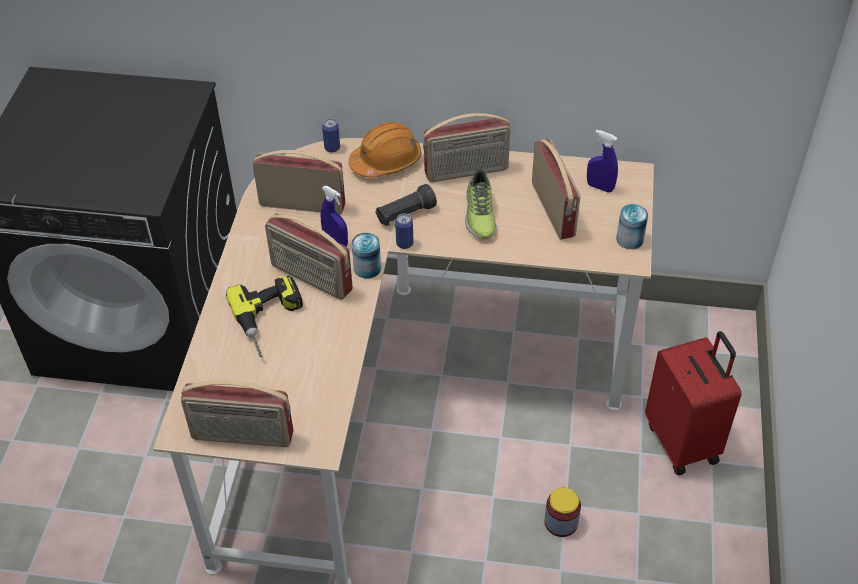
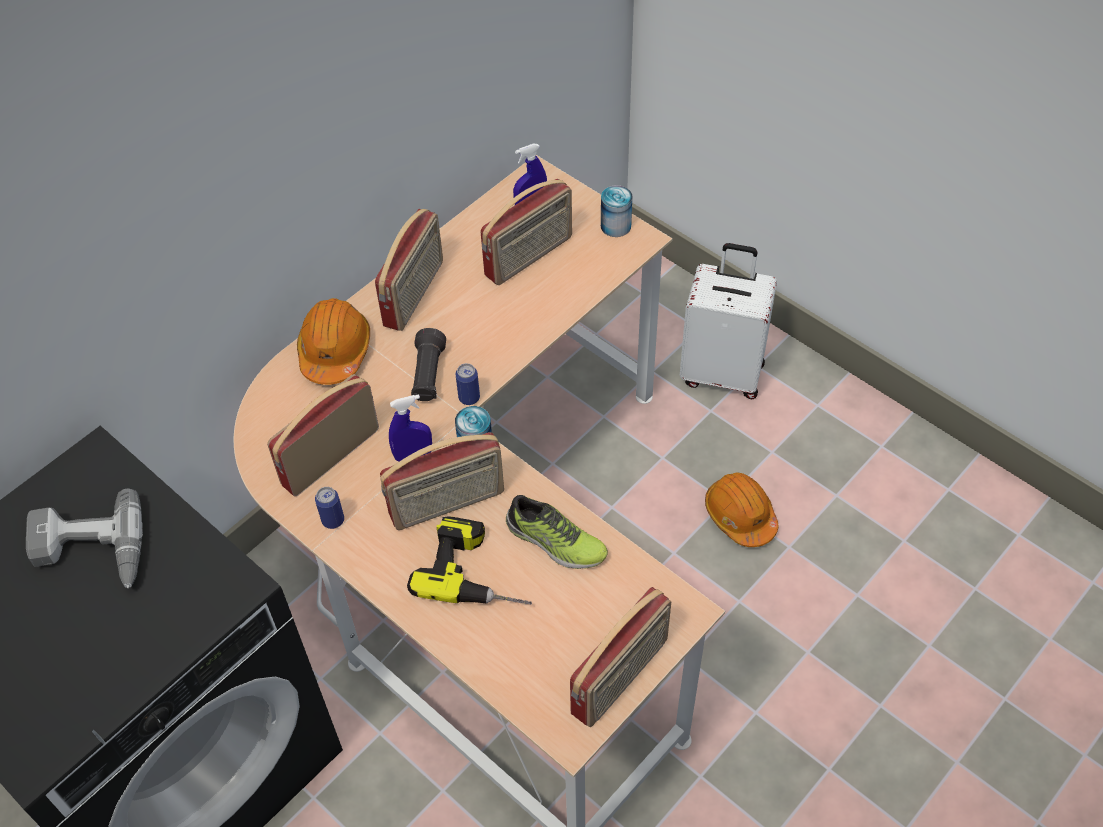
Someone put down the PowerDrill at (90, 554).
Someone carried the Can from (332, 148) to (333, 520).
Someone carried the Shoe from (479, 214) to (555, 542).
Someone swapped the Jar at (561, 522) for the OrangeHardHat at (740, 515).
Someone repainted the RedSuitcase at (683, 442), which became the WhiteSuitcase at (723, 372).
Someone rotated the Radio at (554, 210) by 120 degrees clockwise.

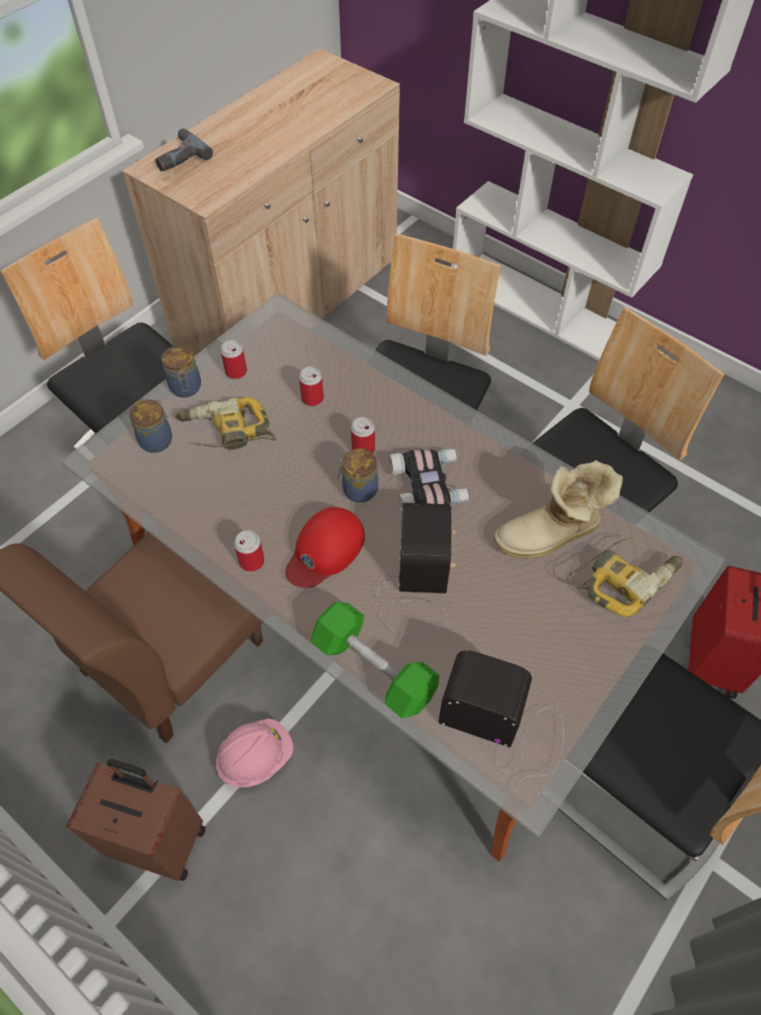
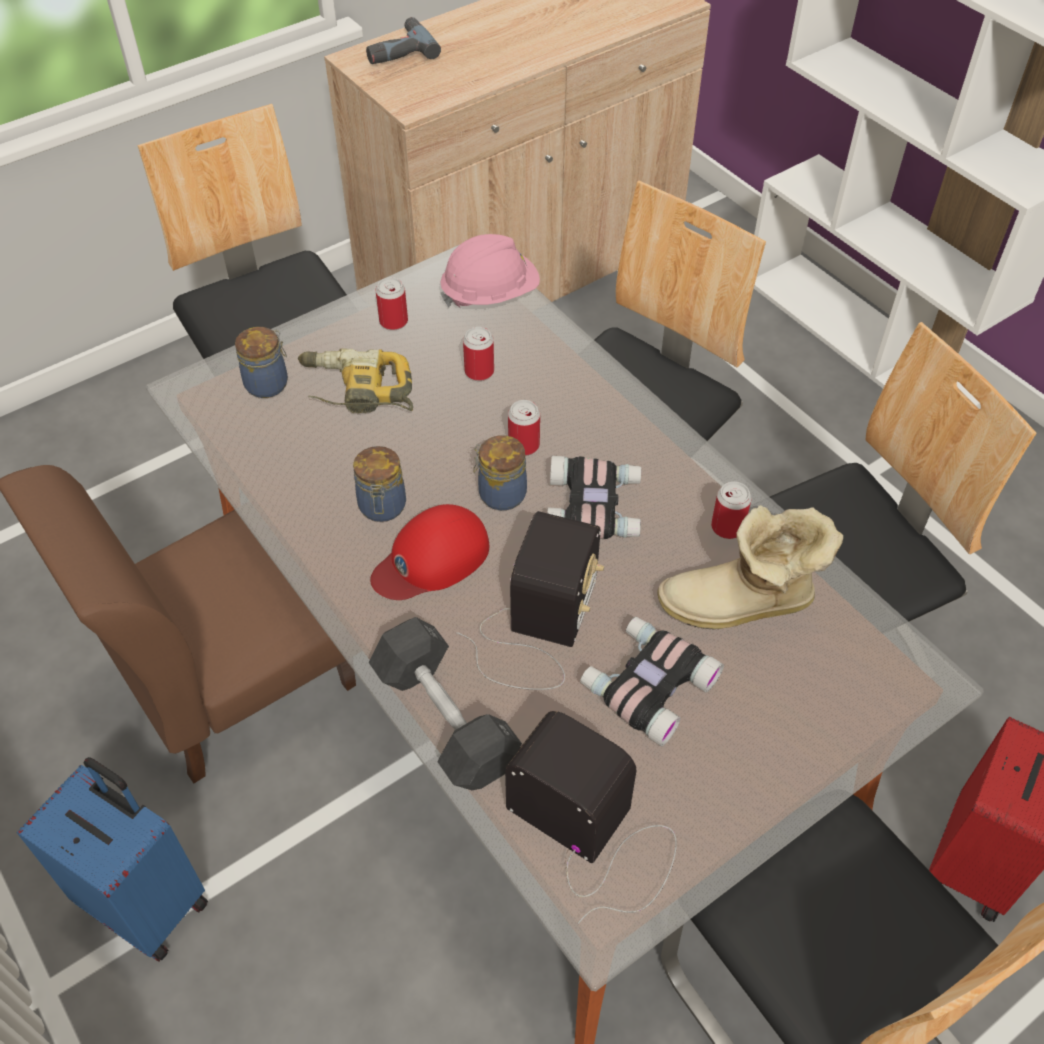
Someone took away the PowerDrill at (624, 577).
Someone put down the Binoculars at (647, 684).
Someone carried the Jar from (186, 388) to (382, 508).
Someone carried the PinkHardHat from (256, 757) to (490, 294).
Someone carried the Can from (252, 561) to (727, 527).
Someone repainted the BrownSuitcase at (159, 839), which became the BlueSuitcase at (147, 901).
Someone repainted the GreenDumbbell at (374, 668), which became the GreyDumbbell at (445, 718).

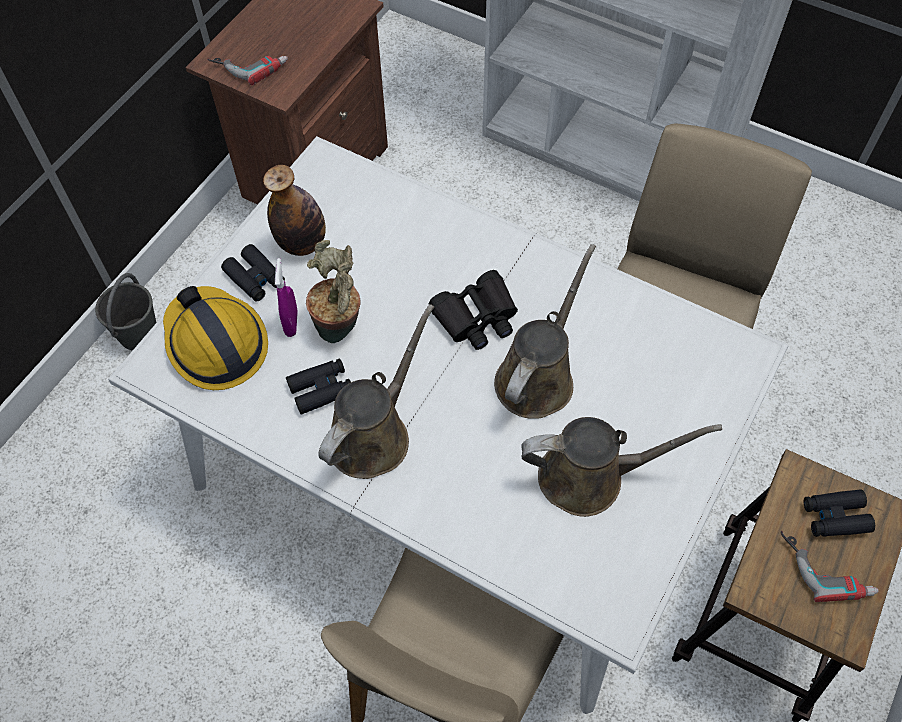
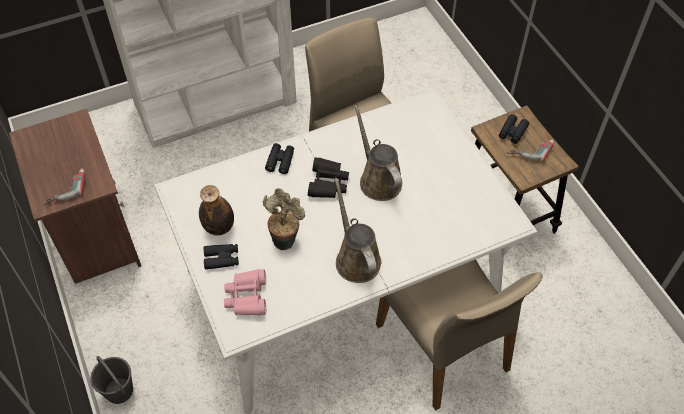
Someone took away the PurpleSprayBottle at (291, 323).
Someone took away the BrownWateringCan at (590, 477).
Someone carried the BlackBinoculars from (321, 389) to (280, 161).
Someone swapped the HardHat at (216, 344) for the PinkBinoculars at (247, 297).

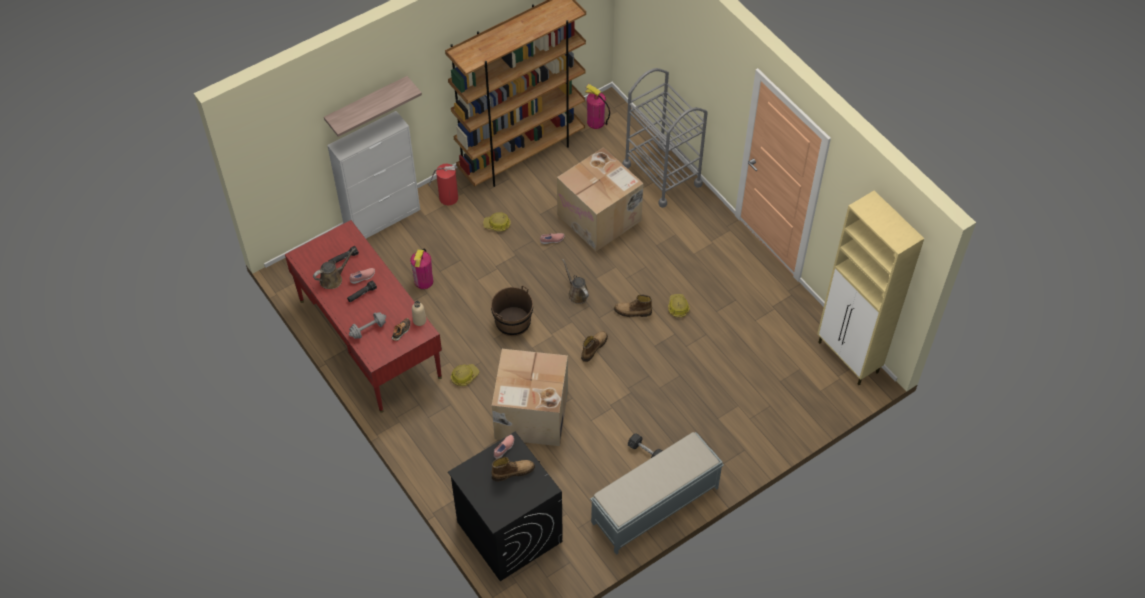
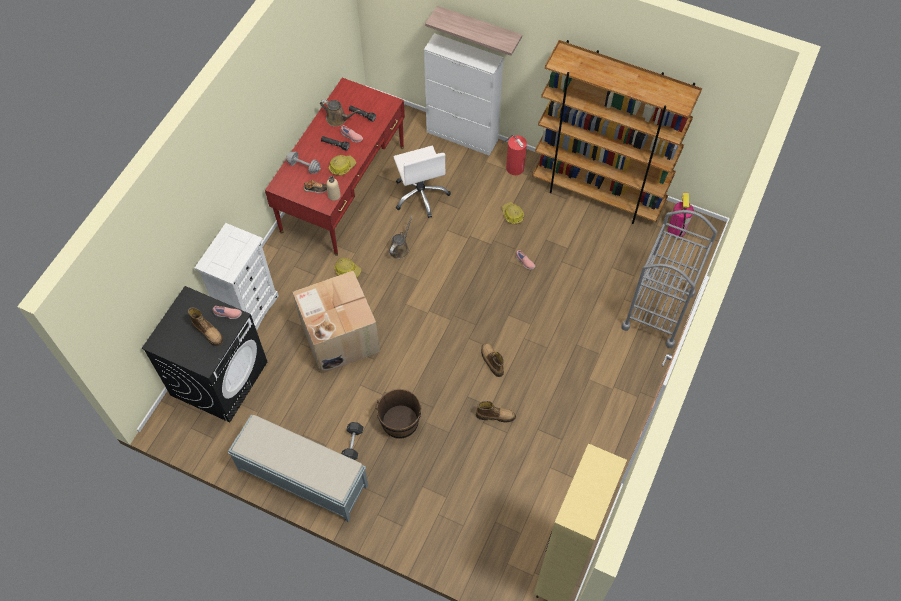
Someone took away the CardboardBox at (600, 218).
Someone put down the WhiteDresser at (248, 308).
Someone carried the BrownBucket from (512, 322) to (400, 422).
Someone carried the BrownWateringCan from (577, 293) to (400, 248).
Someone carried the Boot from (593, 347) to (495, 415).
Someone carried the HardHat from (678, 307) to (342, 167).
Someone swapped the FireExtinguisher at (424, 281) for the WhiteOfficeChair at (421, 195).

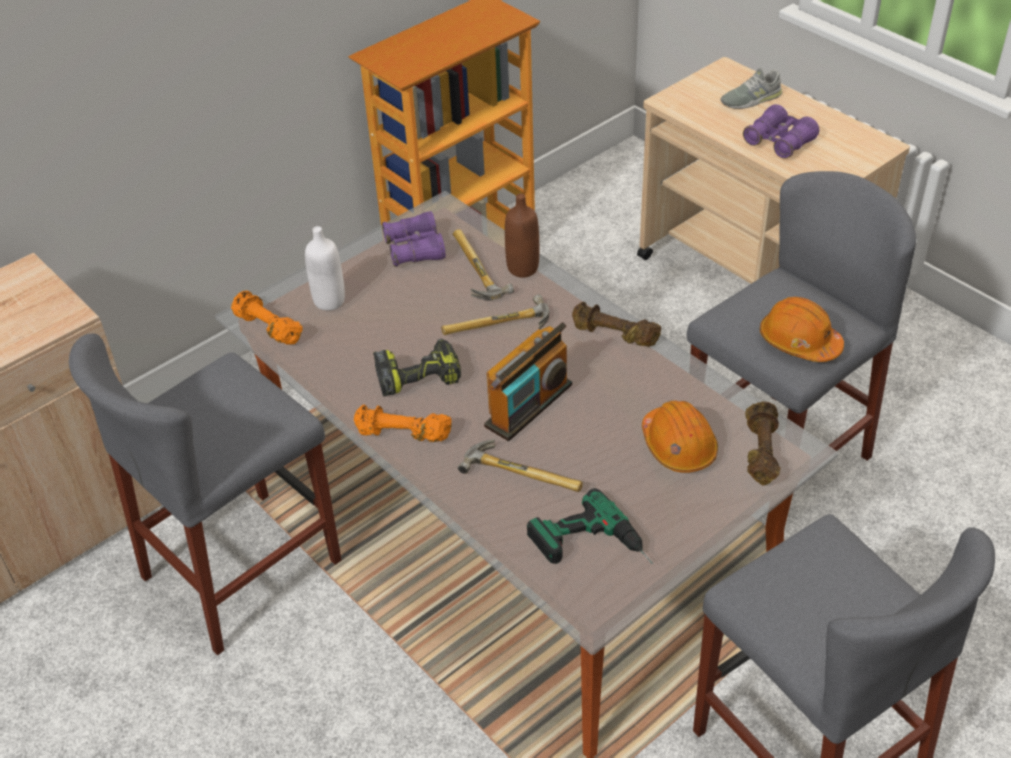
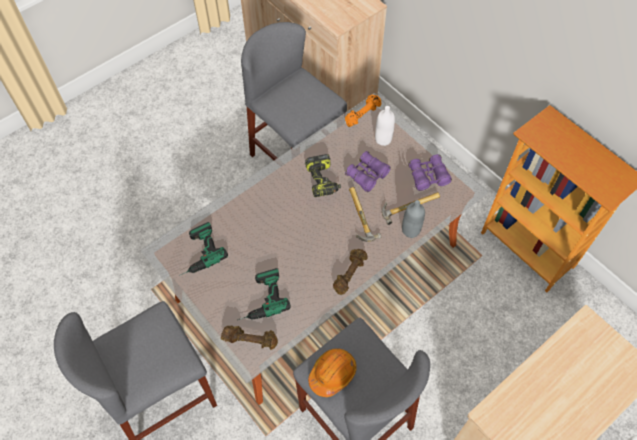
Someone took away the OrangeDumbbell at (402, 435).
Someone took away the Hammer at (524, 471).
Someone took away the Radio at (529, 405).
Someone took away the GreyShoe at (751, 99).
Someone carried the PurpleBinoculars from (779, 142) to (367, 175).
Someone swapped the OrangeHardHat at (678, 446) for the PowerDrill at (259, 299).
Someone repainted the BrownBottle at (523, 268), which became the GreyBottle at (411, 230).

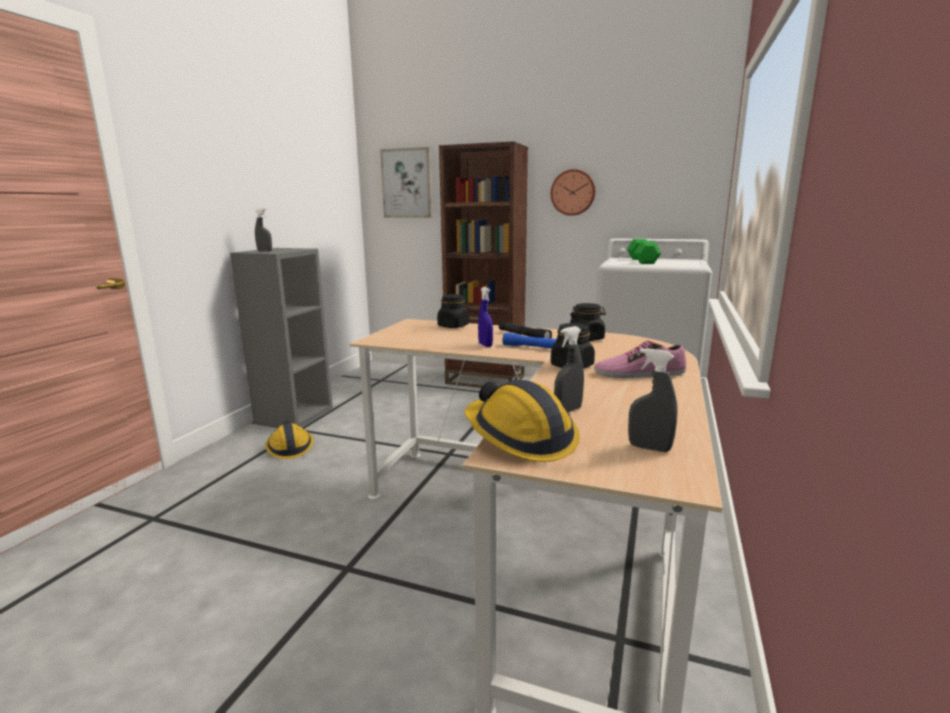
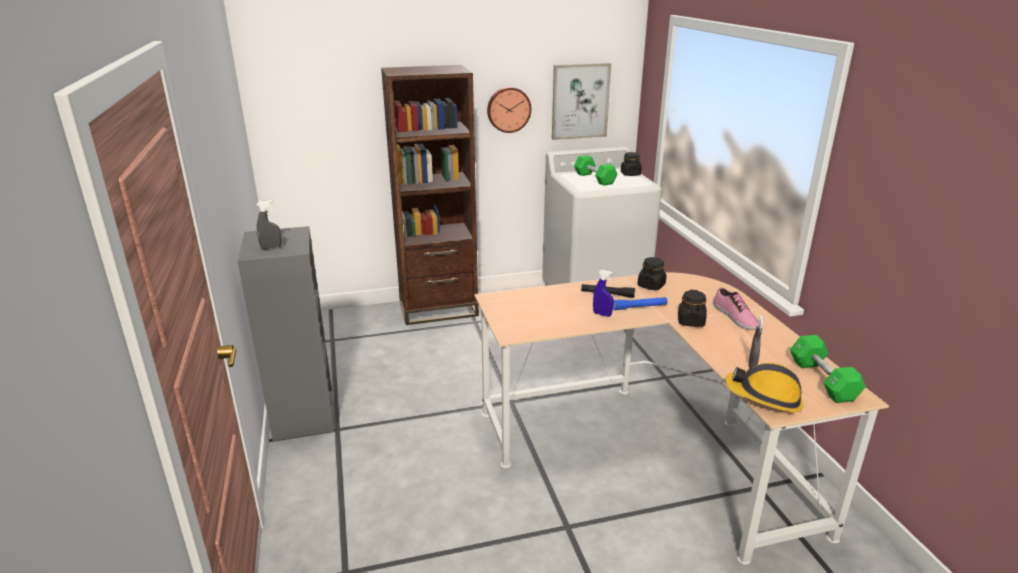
Someone took away the HardHat at (289, 447).
Someone carried the Picture from (407, 183) to (580, 101).
Someone carried the BlackJar from (453, 326) to (630, 174).
Someone swapped the GreySprayBottle at (649, 448) for the GreenDumbbell at (822, 380).
Someone rotated the Shoe at (639, 373) by 75 degrees counterclockwise.

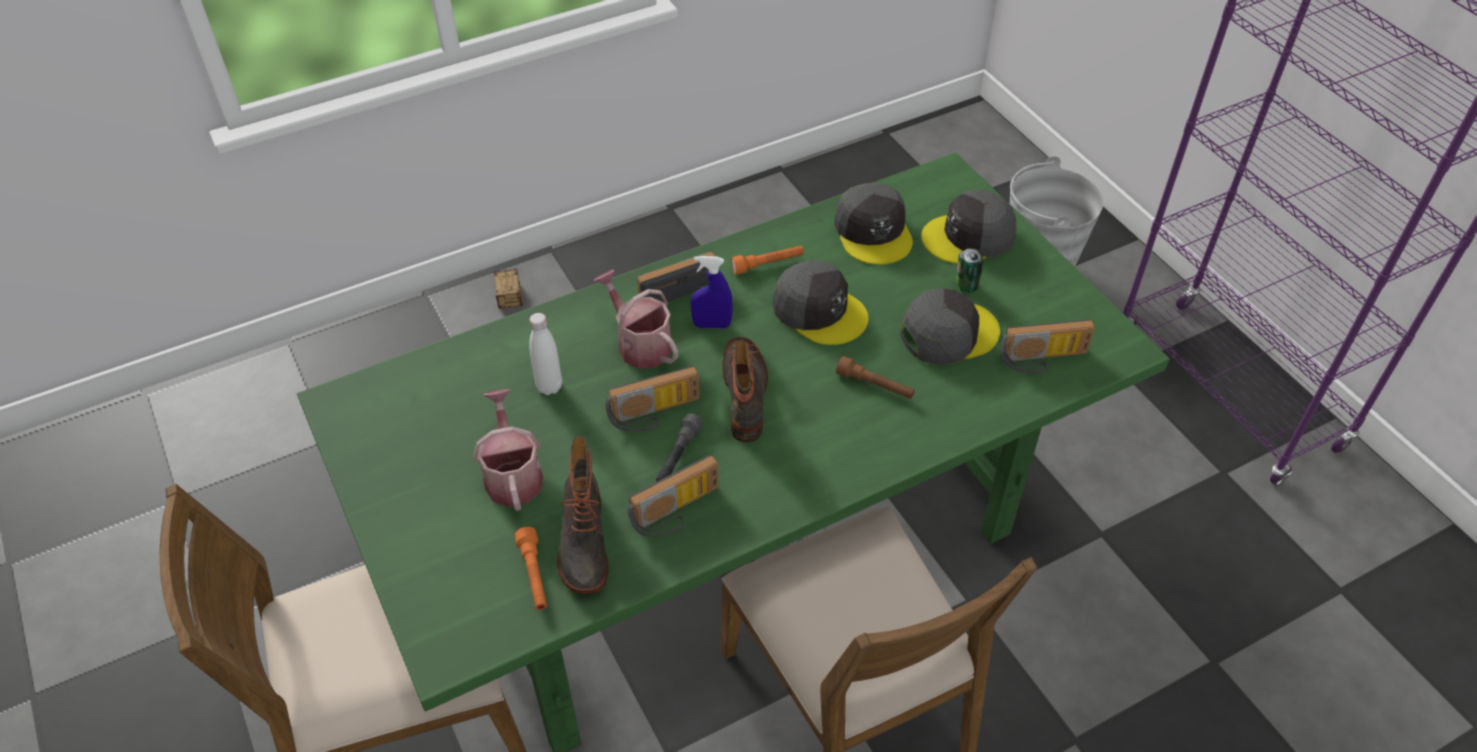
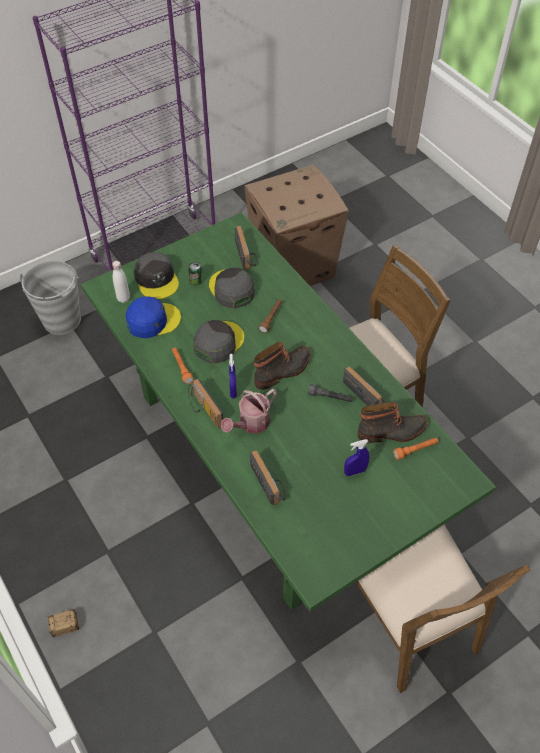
Someone put down the CardboardBox at (294, 266).
Someone carried the WhiteBottle from (549, 387) to (123, 298).
Someone carried the Radio from (655, 414) to (270, 483).
Someone swapped the WateringCan at (512, 475) for the BlueSprayBottle at (355, 471).
Someone repainted the GreyCap at (873, 232), which became the BlueCap at (152, 320).
Someone rotated the Boot at (746, 394) by 150 degrees clockwise.

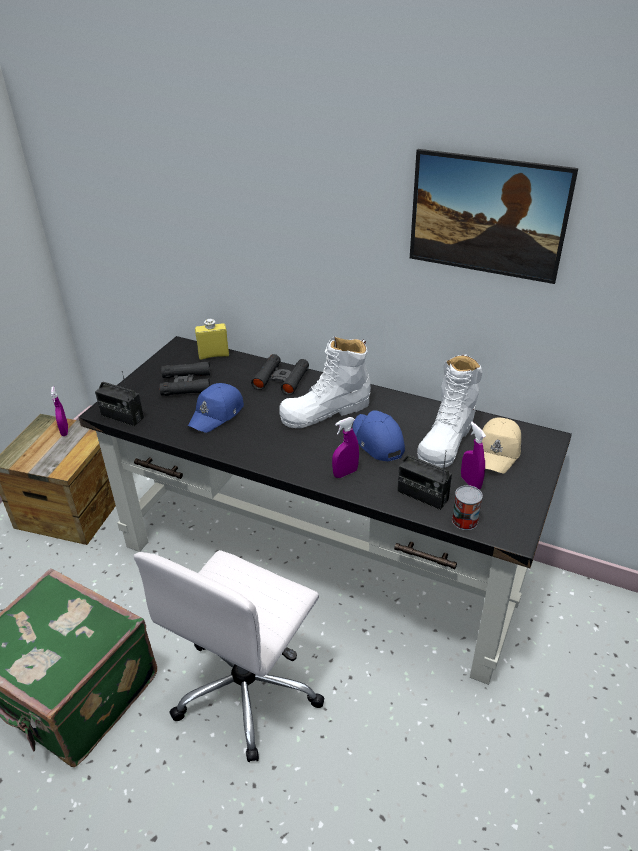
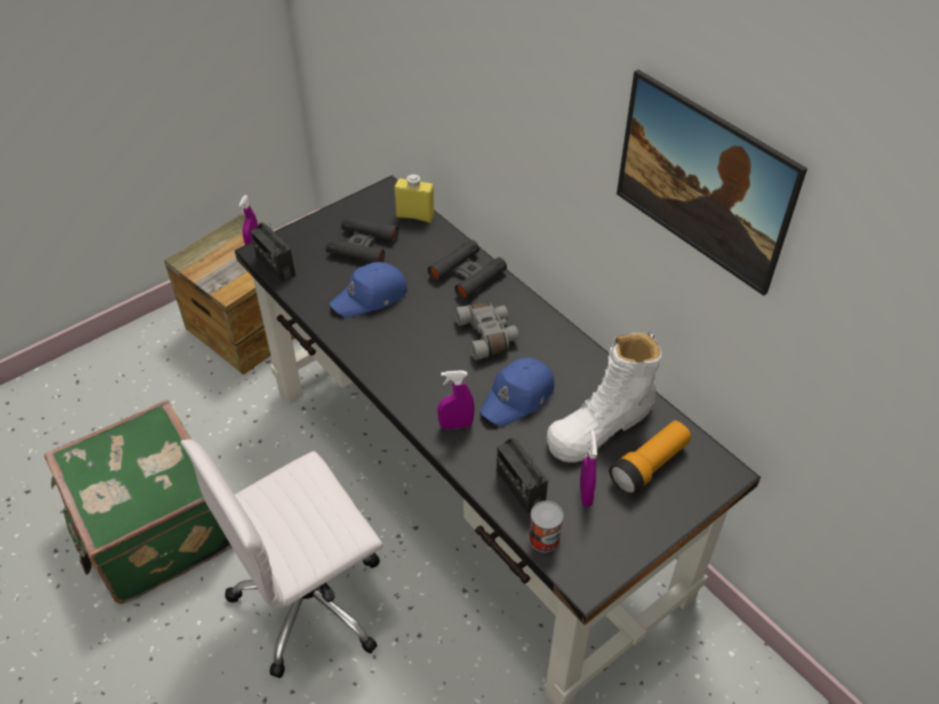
Someone swapped the WhiteBoot at (325, 411) for the GreyBinoculars at (488, 336).
Someone swapped the BeigeCap at (498, 451) for the Flashlight at (649, 466).
Someone rotated the BlueCap at (377, 441) by 135 degrees counterclockwise.

